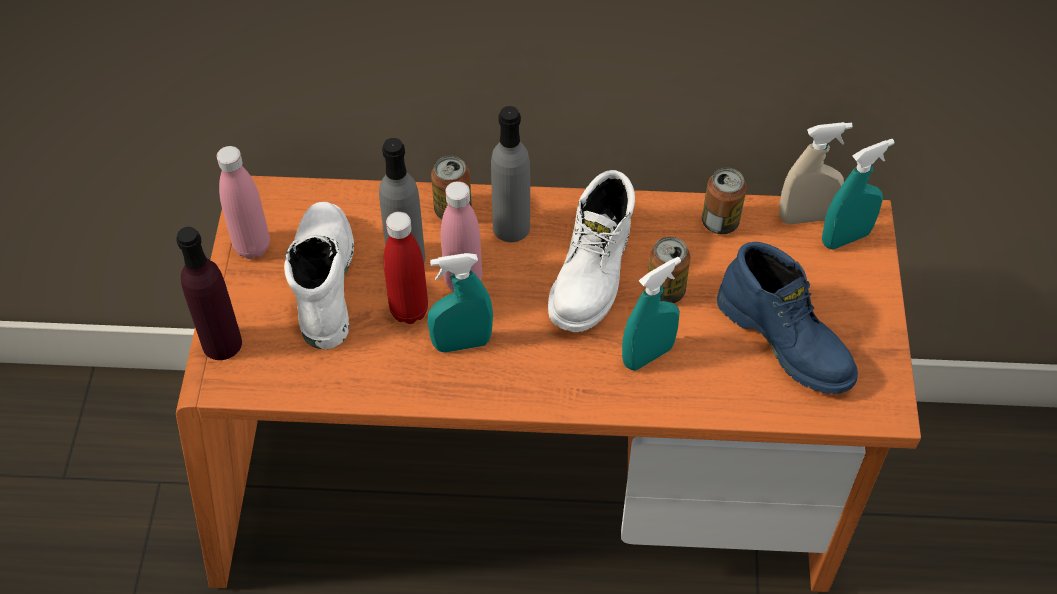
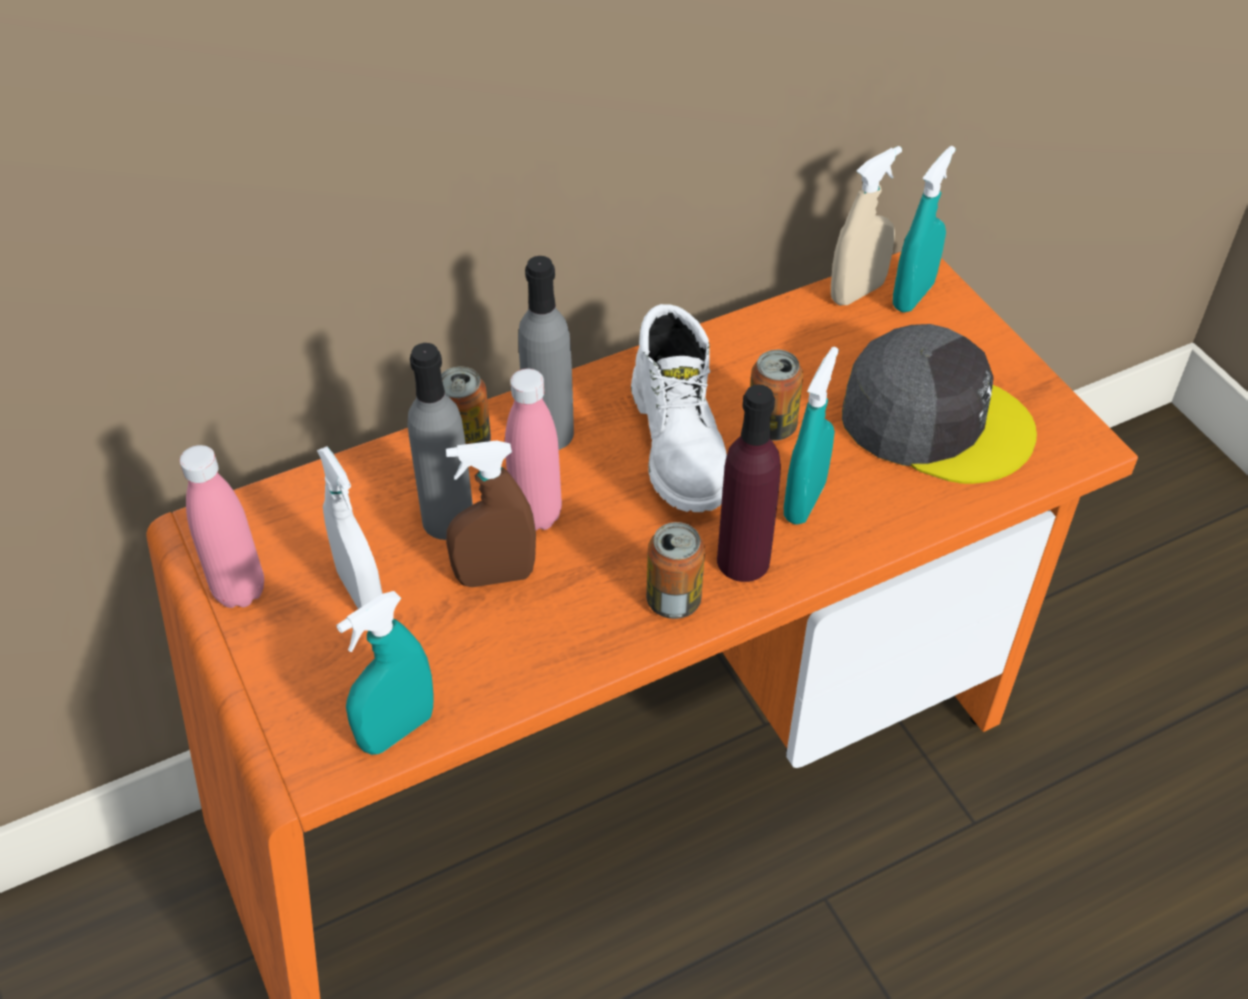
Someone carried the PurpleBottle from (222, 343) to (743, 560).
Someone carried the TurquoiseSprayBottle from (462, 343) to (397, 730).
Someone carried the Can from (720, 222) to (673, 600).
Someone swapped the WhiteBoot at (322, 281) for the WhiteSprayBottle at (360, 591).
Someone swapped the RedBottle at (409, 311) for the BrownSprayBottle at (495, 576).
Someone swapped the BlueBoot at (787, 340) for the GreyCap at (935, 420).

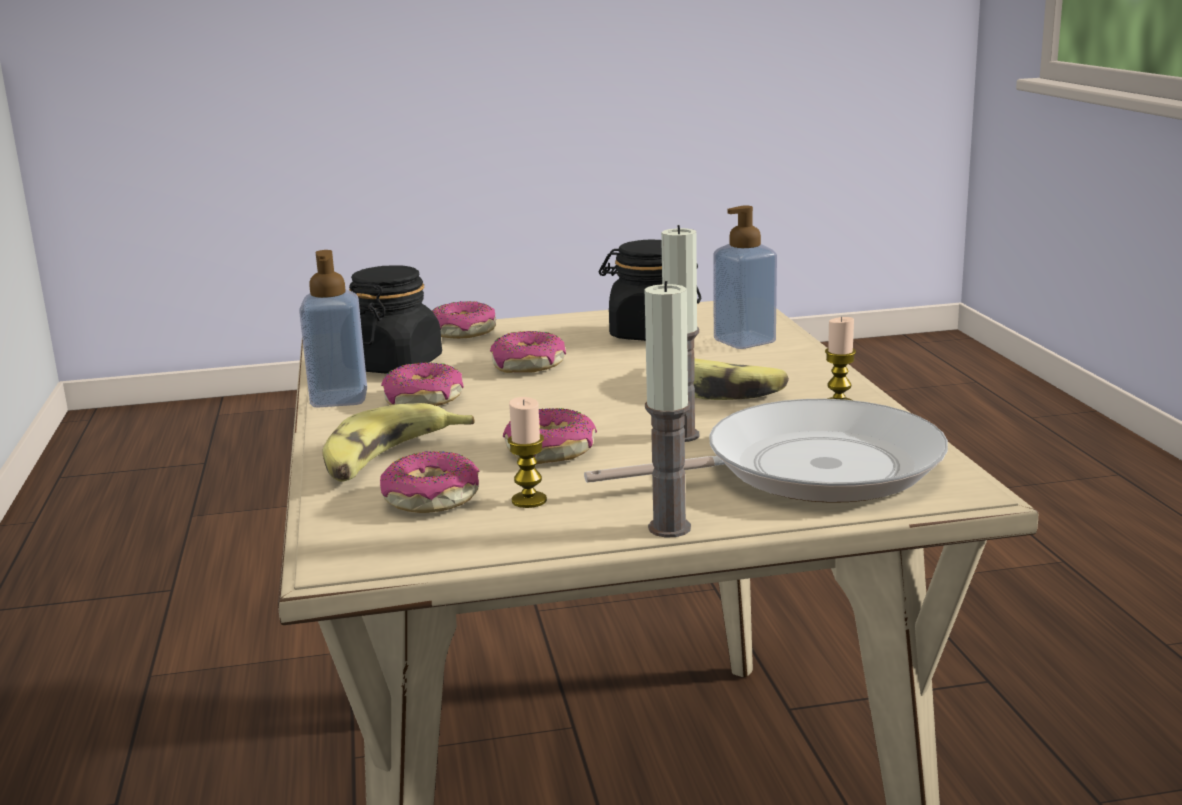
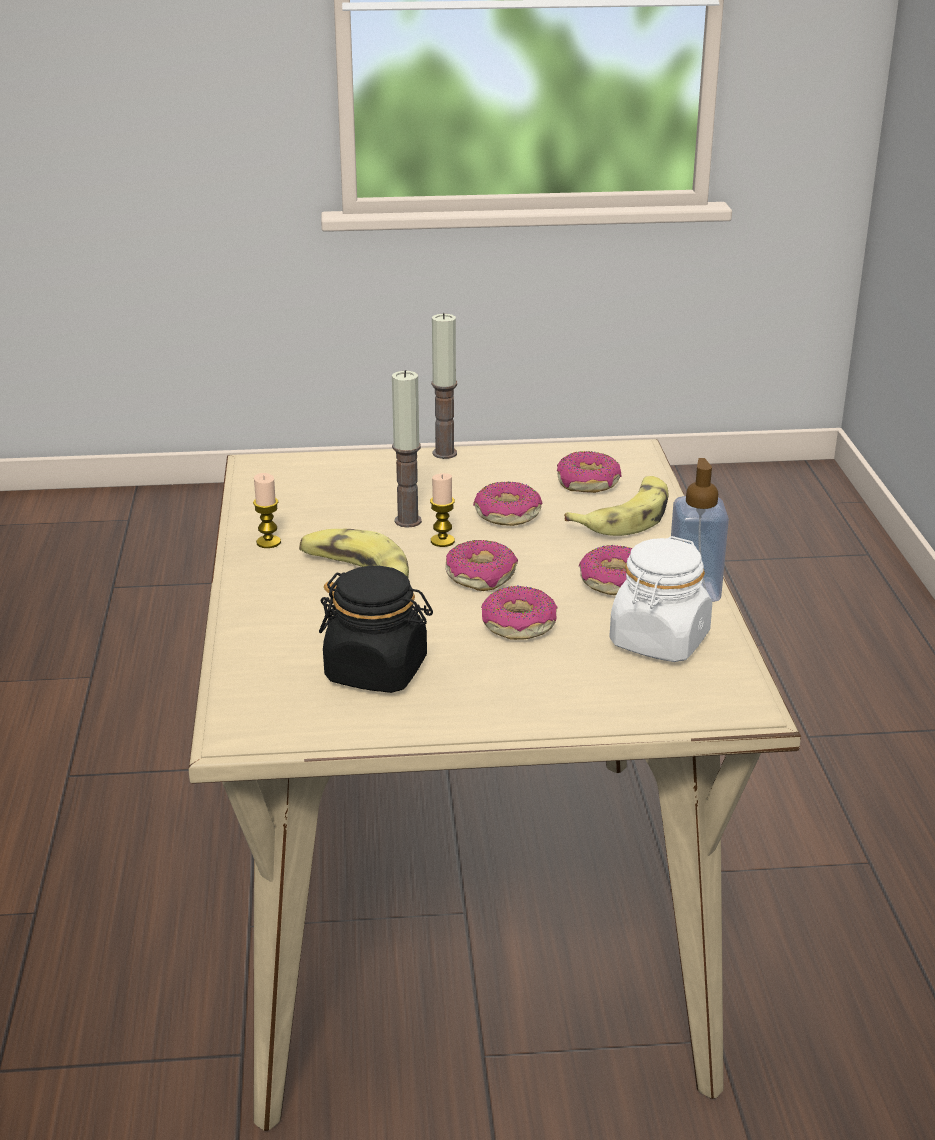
Someone took away the FryingPan at (808, 469).
Someone took away the SoapDispenser at (744, 341).
Someone carried the Donut from (462, 333) to (481, 576).
Someone carried the Candle from (529, 500) to (442, 541).
Someone repainted the BlackJar at (393, 365), which became the WhiteJar at (659, 641).

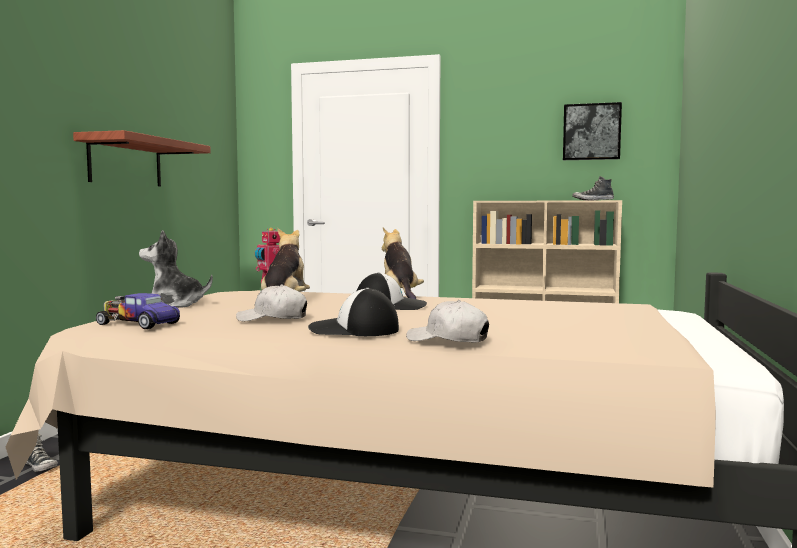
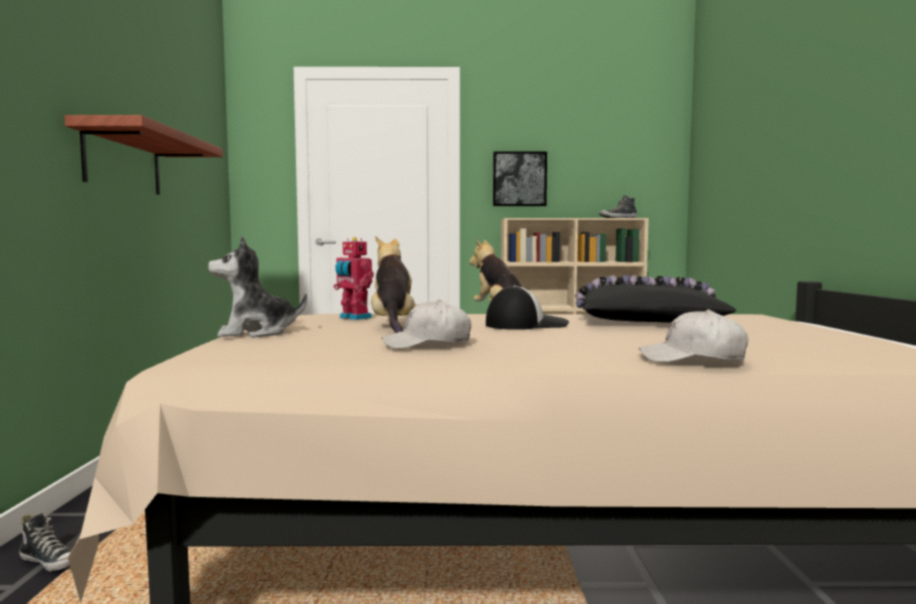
Someone took away the ToyCar at (137, 324).
Someone took away the Cap at (353, 330).
Someone put down the BlackPillow at (645, 321).
Someone carried the Picture from (591, 132) to (519, 179).

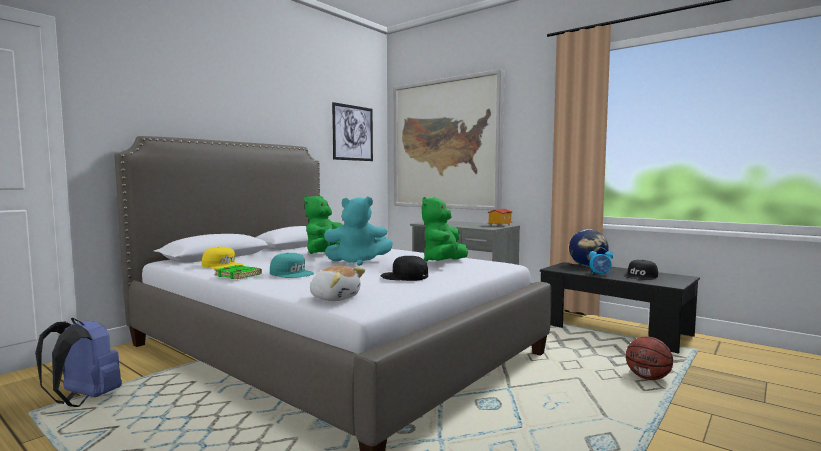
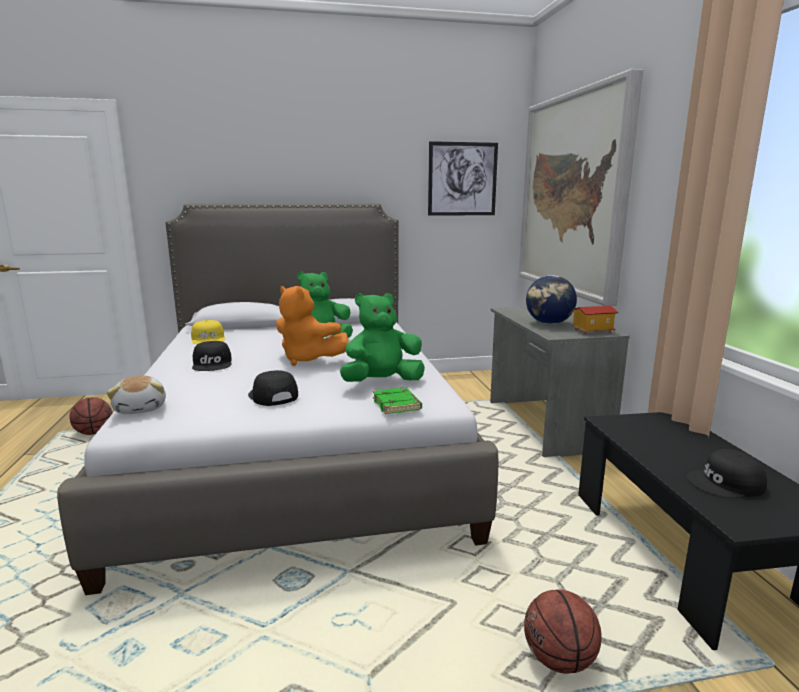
Someone took away the AlarmClock at (600, 274).
Someone carried the GreenBook from (239, 275) to (397, 405).
Someone carried the Globe from (588, 266) to (549, 323).
Someone swapped the BlueBackpack at (84, 400) for the Basketball at (94, 433).
Someone repainted the TurquoiseCap at (292, 273), which became the BlackCap at (213, 363).
Someone repainted the TurquoisePlushToy at (358, 262), which became the OrangePlushToy at (308, 359).

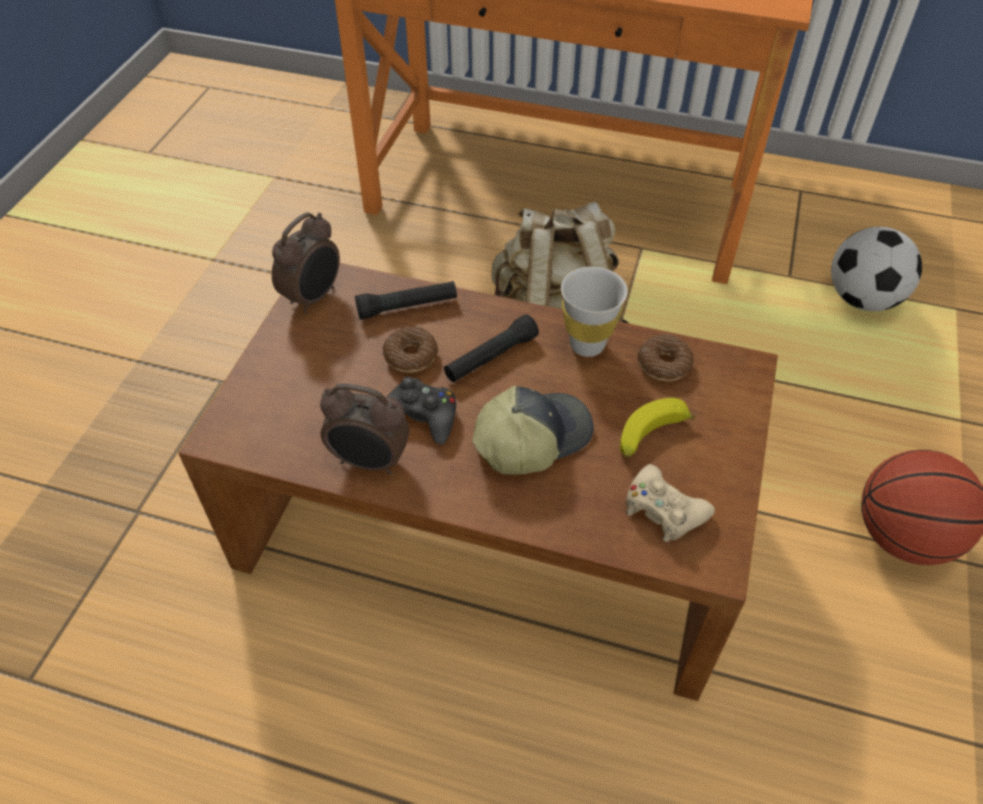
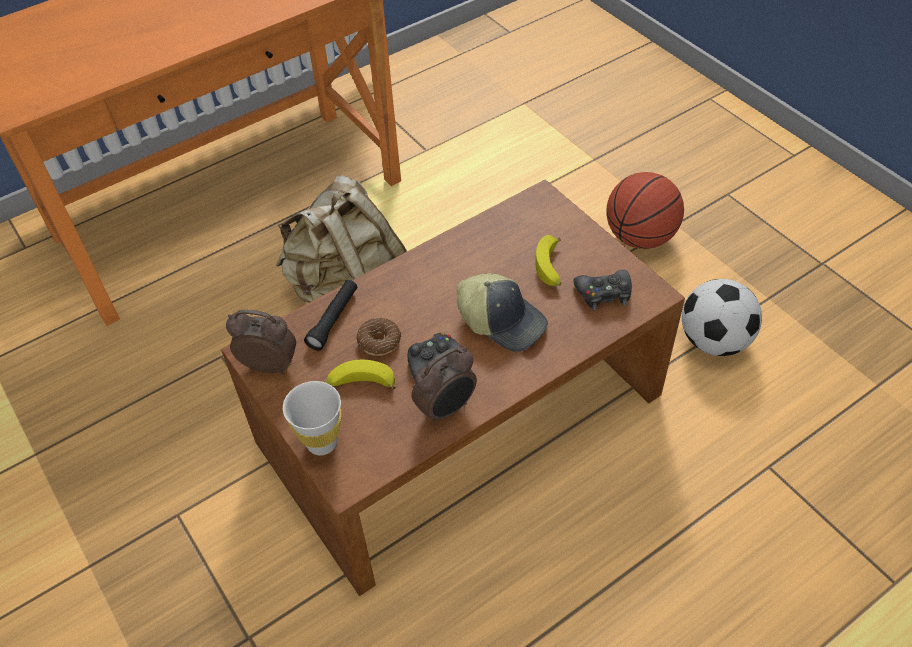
Someone took away the BlackFlashlight at (491, 357).
Someone took away the Donut at (663, 364).
Someone put down the Banana at (360, 384).
Someone carried the WhiteCup from (587, 345) to (322, 443).
Someone carried the Football from (862, 299) to (714, 341).
Someone repainted the BeigeGameController at (663, 510), which became the BlackGameController at (604, 293).
Someone rotated the AlarmClock at (314, 297) by 60 degrees counterclockwise.
Someone rotated the Cap at (531, 438) by 120 degrees clockwise.

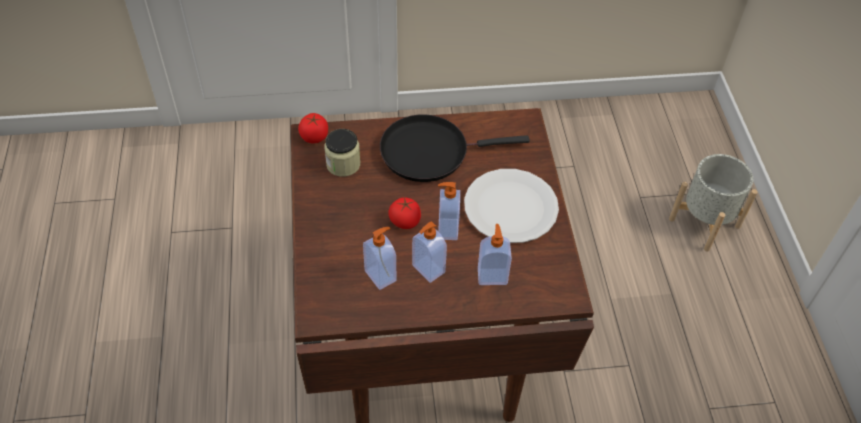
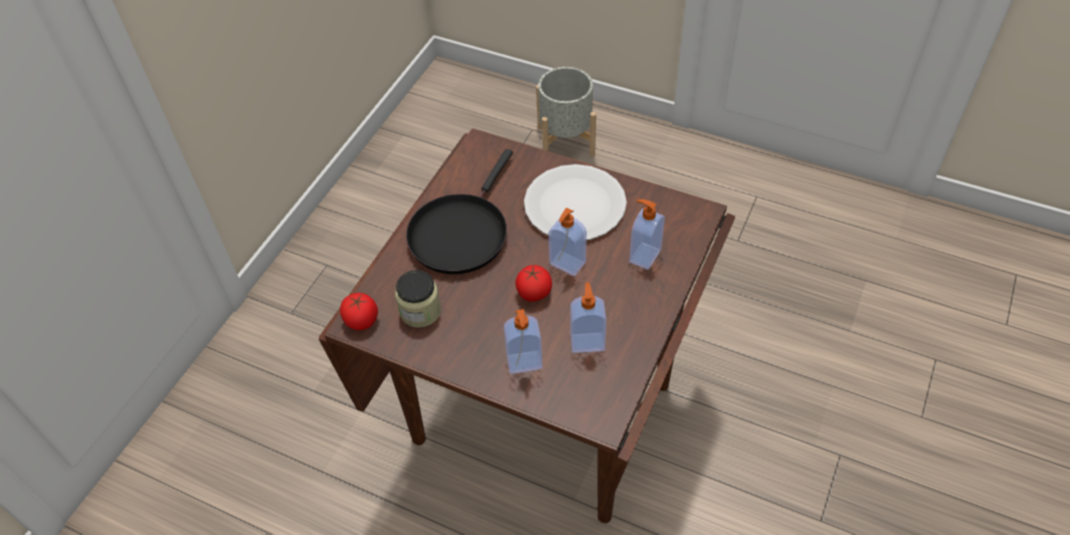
Someone carried the SoapDispenser from (427, 269) to (524, 363).

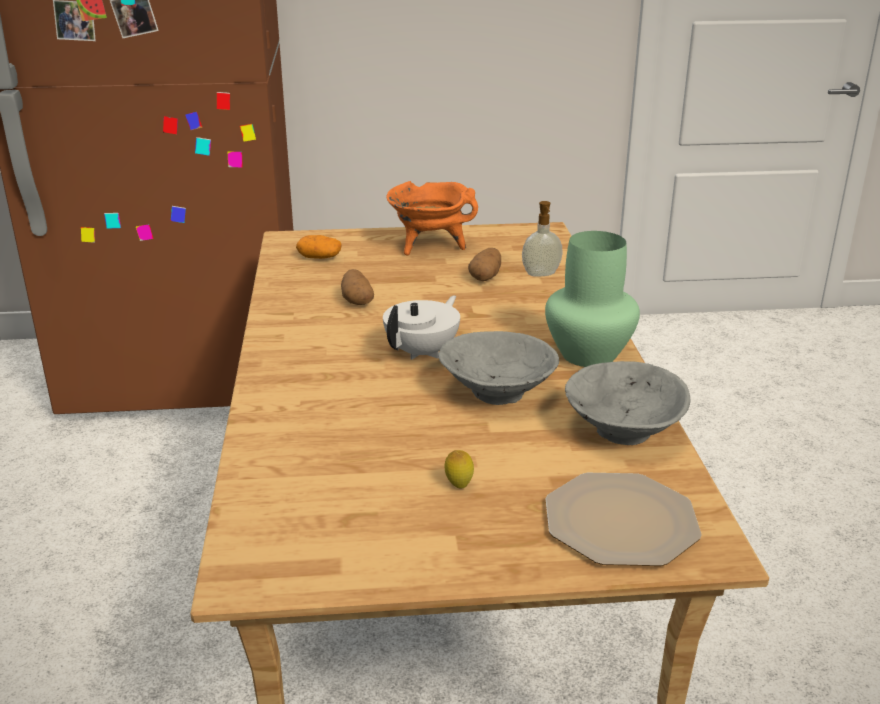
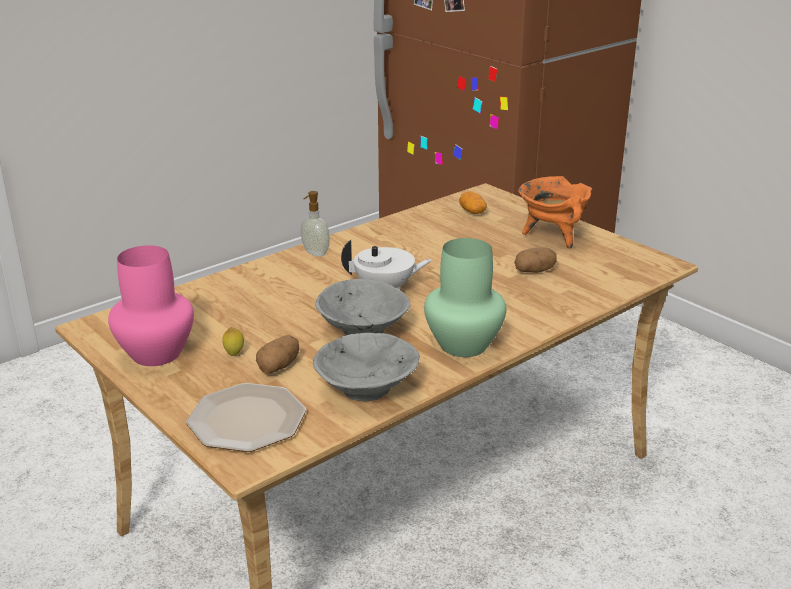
Someone put down the PinkVase at (155, 354).
Someone carried the Potato from (357, 300) to (279, 366).
Someone carried the SoapDispenser from (541, 274) to (315, 253).

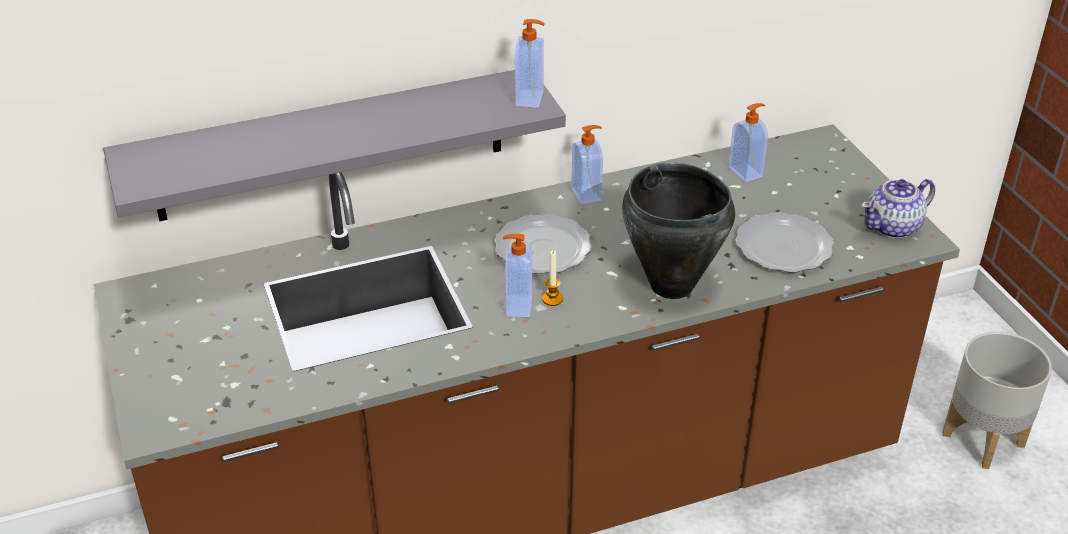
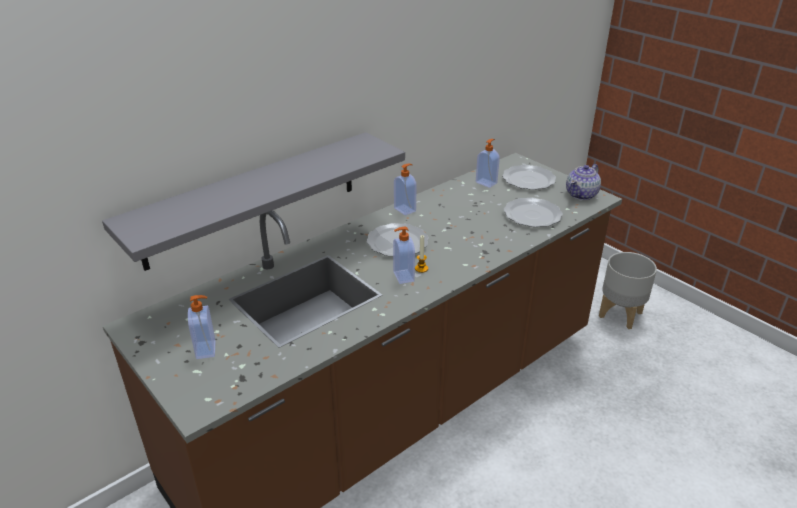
Someone took away the BlackCookingPot at (671, 286).
Someone put down the Plate at (528, 180).
Someone carried the SoapDispenser from (530, 98) to (207, 349).

